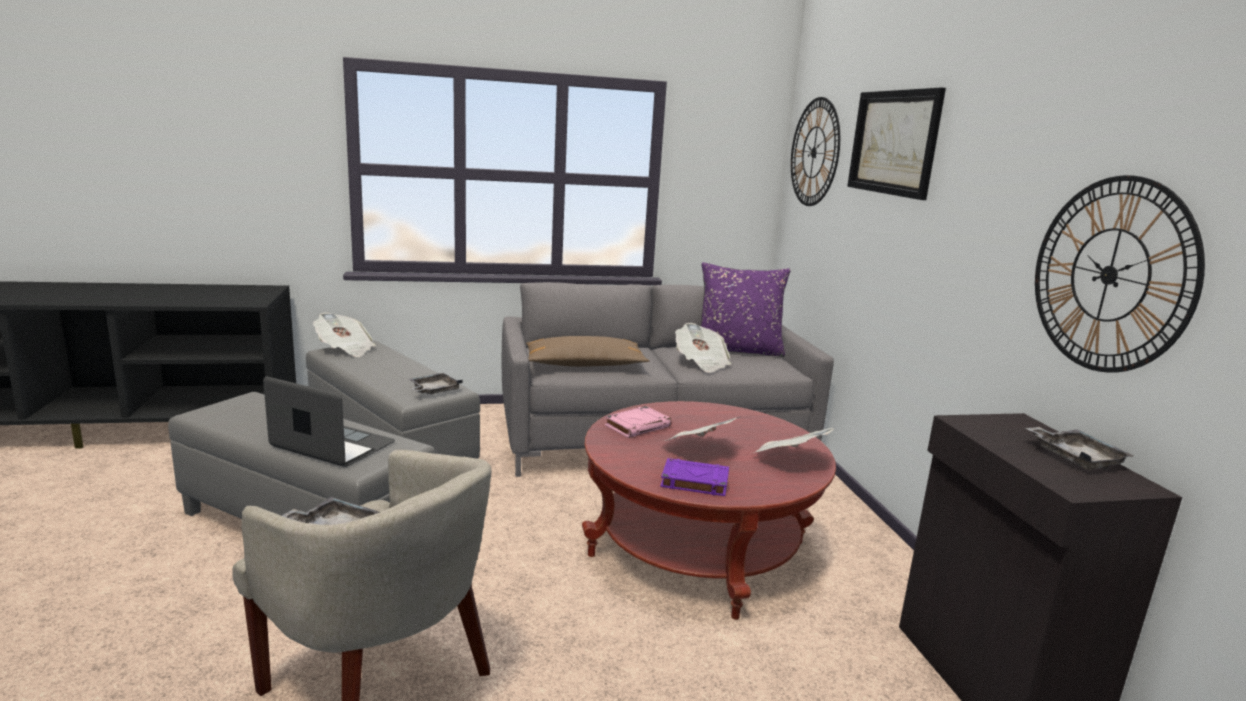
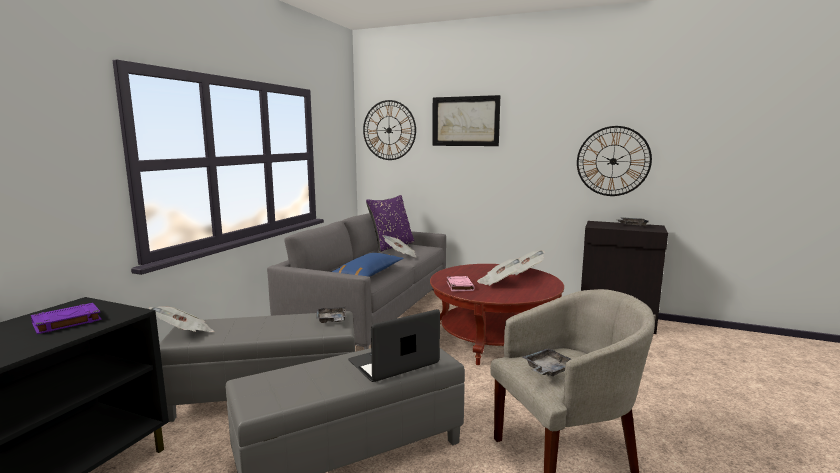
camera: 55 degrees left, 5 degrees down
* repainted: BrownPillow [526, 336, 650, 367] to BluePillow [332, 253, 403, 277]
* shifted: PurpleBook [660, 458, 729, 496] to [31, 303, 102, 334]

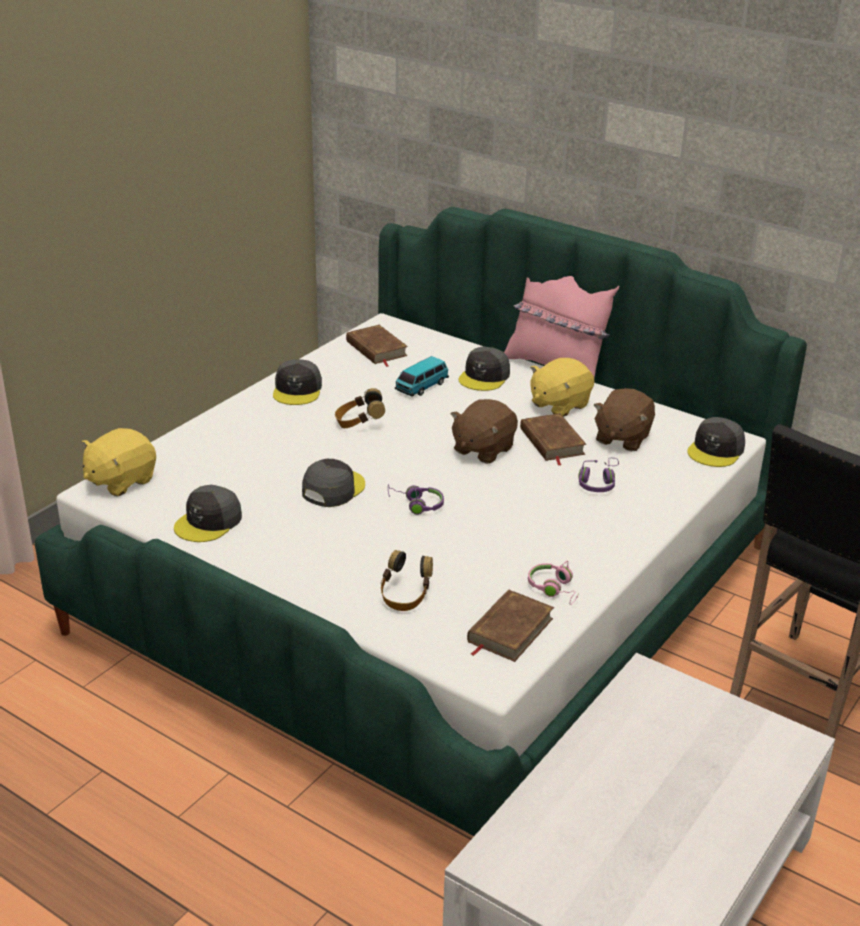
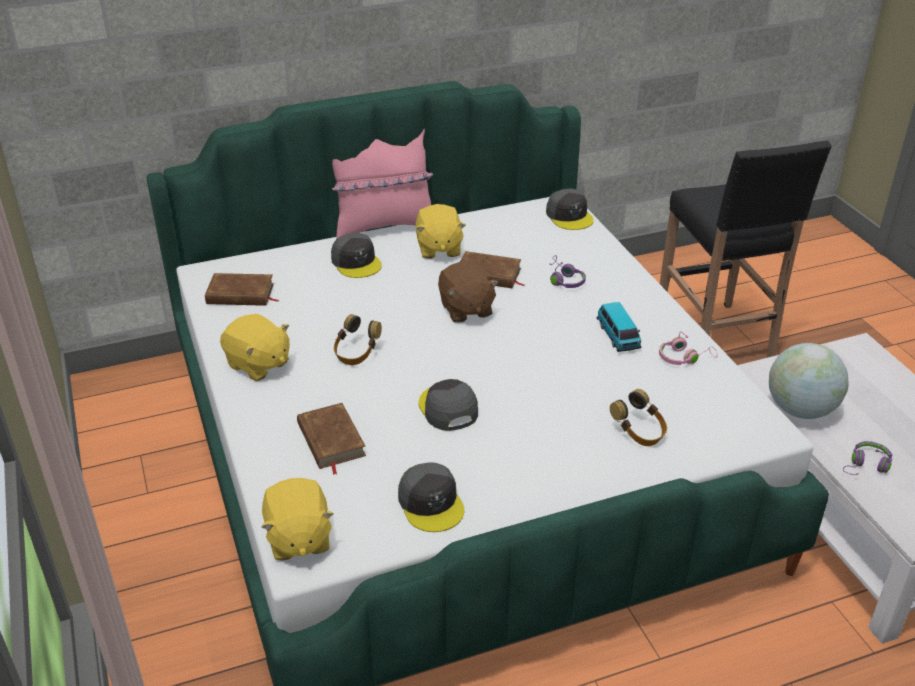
camera: 55 degrees left, 5 degrees up
* swapped: GreyCap [273, 359, 322, 405] to YellowPlushToy [220, 314, 290, 381]
* shifted: PurpleHeadphones [388, 484, 444, 515] to [843, 441, 892, 475]
* shifted: ToyCar [395, 356, 449, 396] to [597, 302, 641, 352]
* shifted: BrownBook [467, 590, 554, 662] to [297, 403, 366, 475]
* gone: BrownPlushToy [593, 388, 655, 451]
* new: Globe [769, 343, 849, 419]

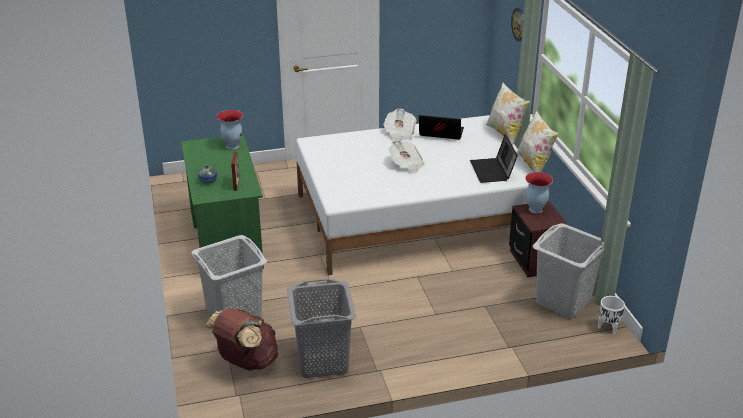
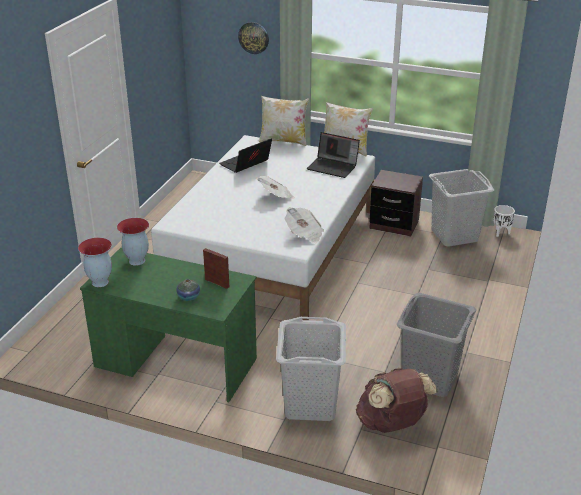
camera: 55 degrees left, 0 degrees up
* shifted: Newspaper [383, 109, 417, 141] to [285, 207, 324, 243]
* shifted: Vase [525, 172, 553, 214] to [78, 237, 112, 287]

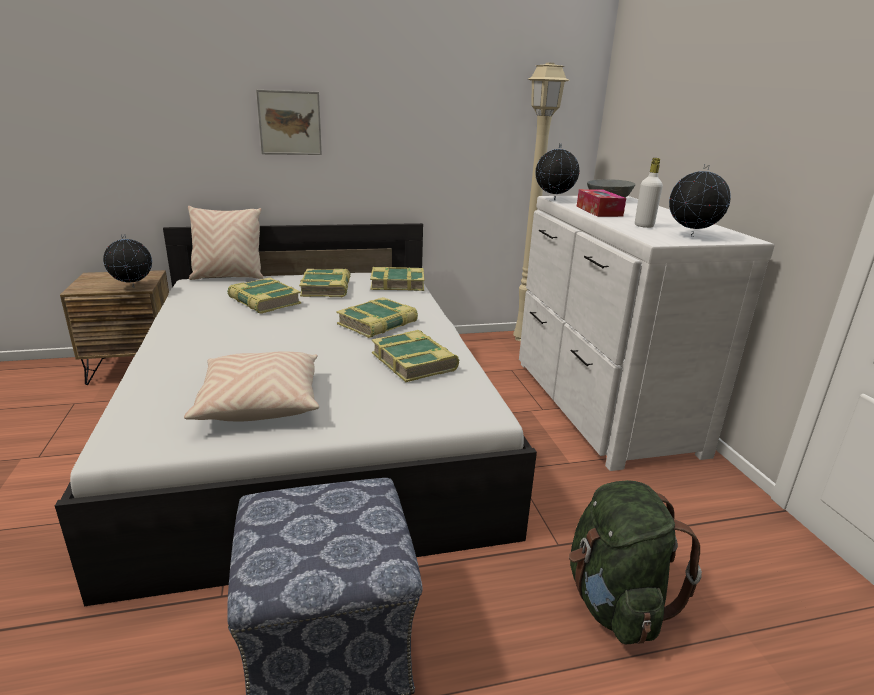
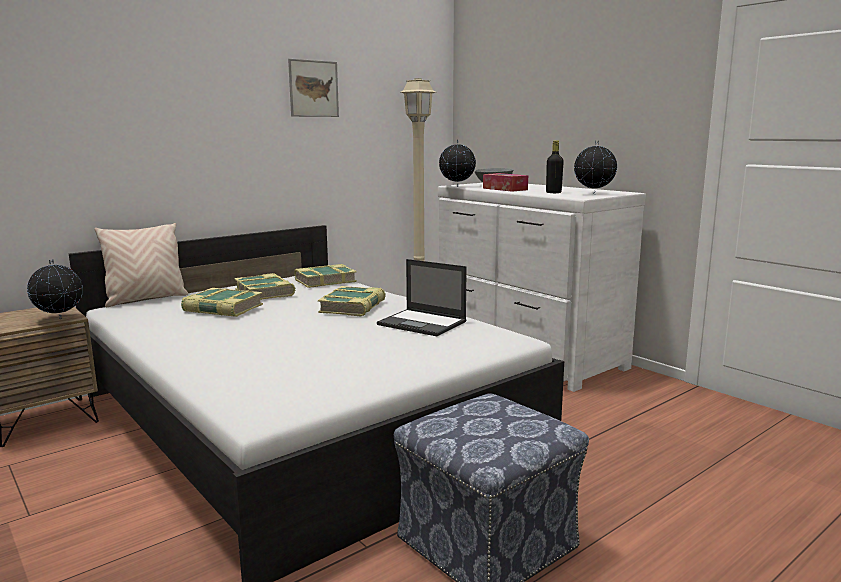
camera: 25 degrees left, 10 degrees down
* gone: BeigePillow [184, 351, 319, 422]
* shifted: Picture [256, 90, 322, 155] to [288, 59, 339, 117]
* swapped: Book [372, 330, 459, 382] to Laptop [377, 259, 467, 336]
* gone: GreenBackpack [569, 480, 702, 644]
* repainted: WhiteBottle [635, 158, 663, 228] to BlackBottle [546, 140, 564, 193]

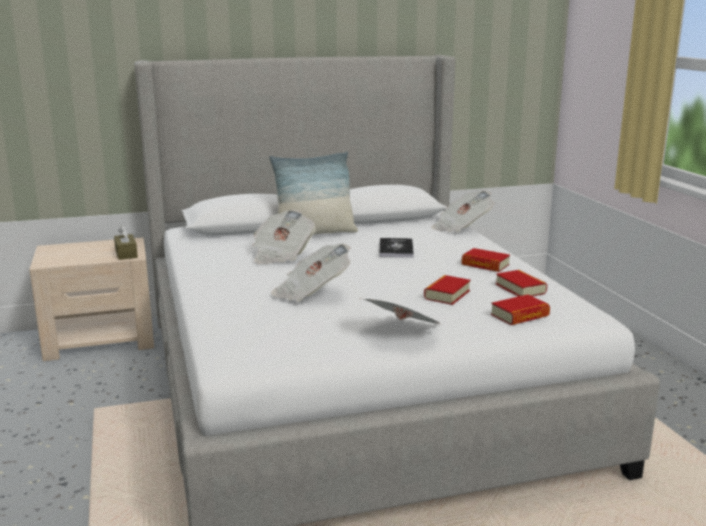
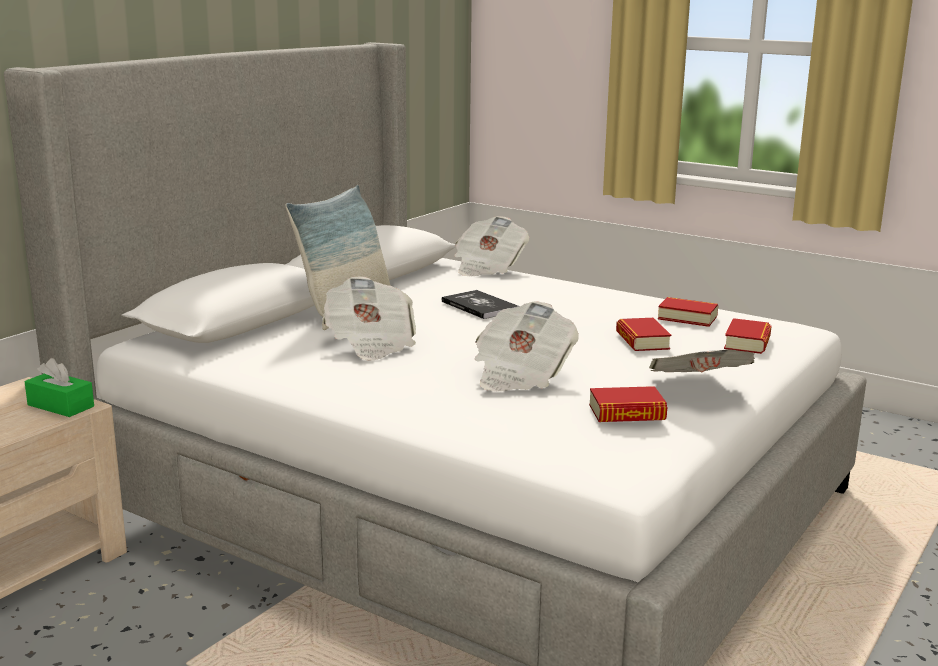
camera: 40 degrees left, 0 degrees up
* repainted: BrownTissueBox [114, 226, 138, 260] to GreenTissueBox [25, 358, 94, 417]
* shifted: Book [462, 248, 510, 272] to [589, 386, 667, 422]

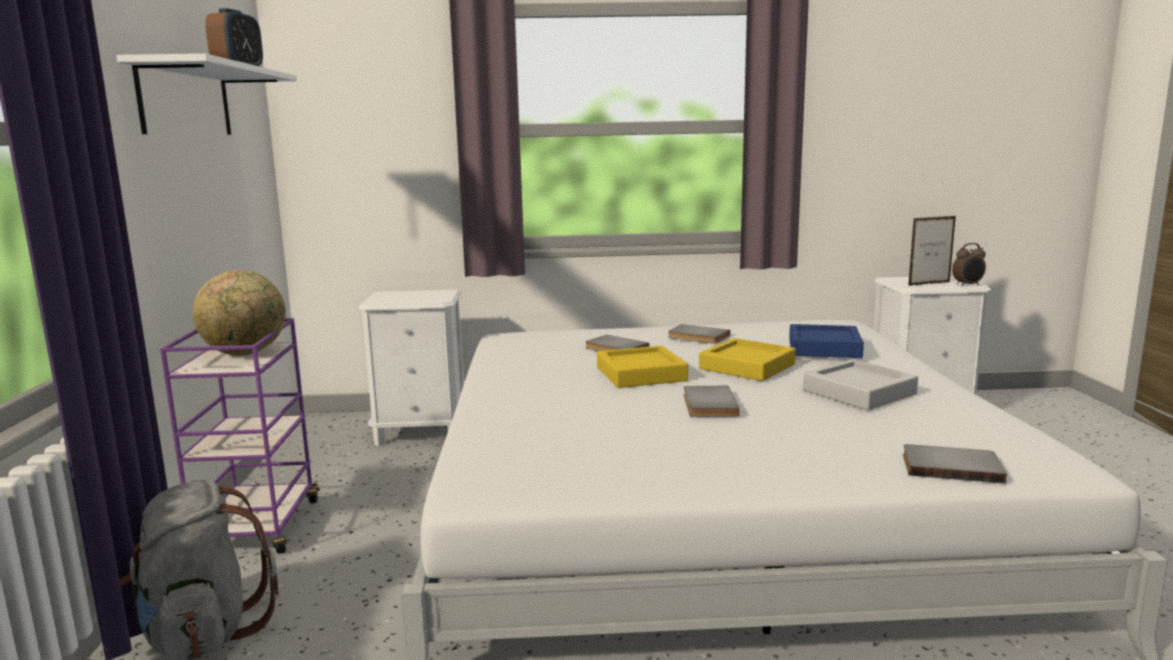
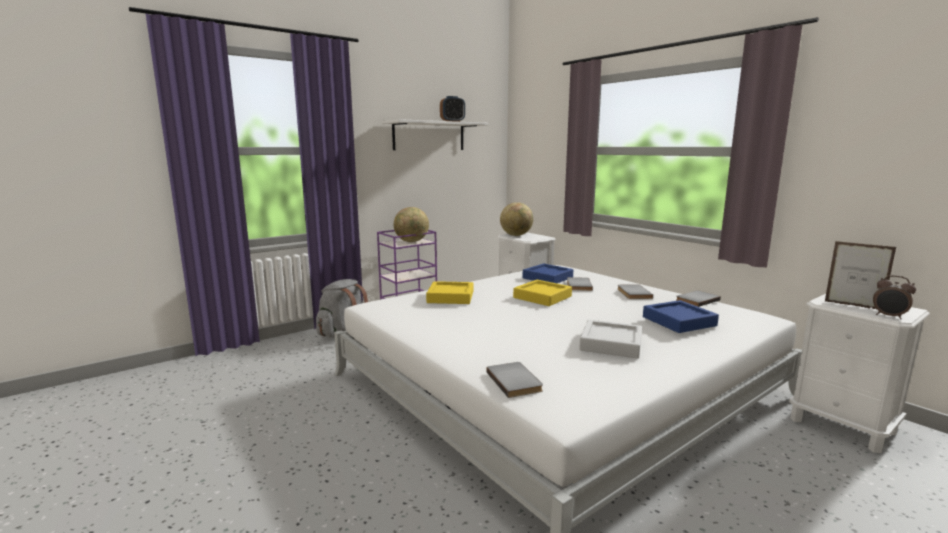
camera: 55 degrees right, 0 degrees up
* shifted: GreyBook [684, 386, 740, 417] to [676, 290, 721, 307]
* shifted: YellowTray [699, 338, 796, 381] to [426, 281, 473, 304]
* new: Globe [500, 202, 533, 236]
* new: BlueTray [523, 264, 573, 283]

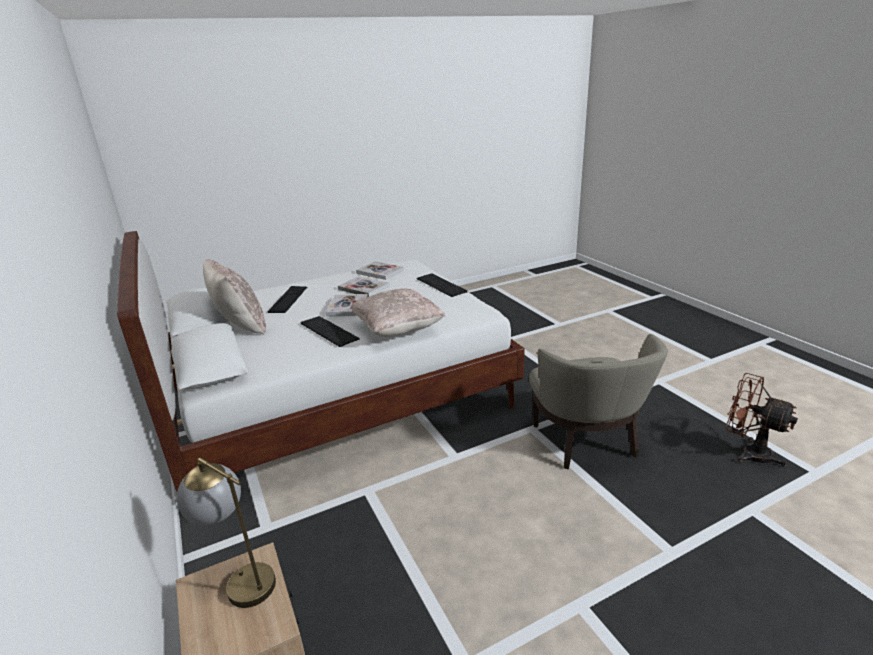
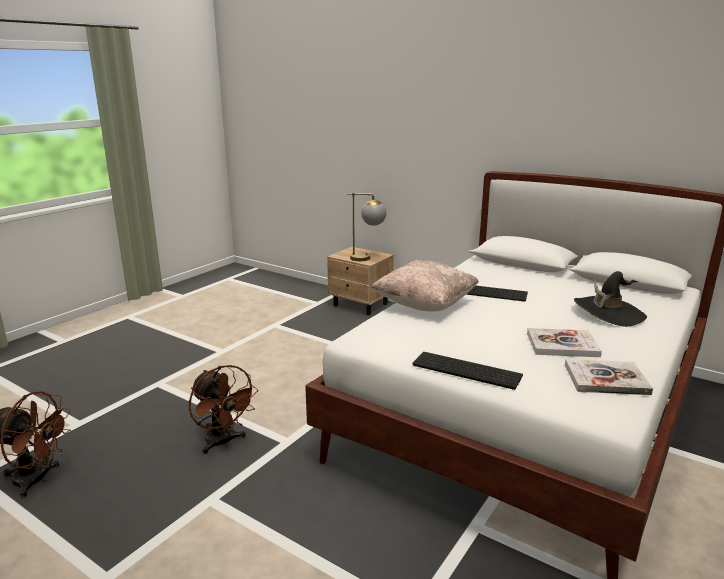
camera: 150 degrees right, 5 degrees down
* gone: BeigePillow [203, 259, 266, 335]
* swapped: Keyboard [267, 286, 307, 313] to BlackHat [574, 271, 647, 327]
* gone: Book [326, 294, 368, 317]
* swapped: BeigeArmchair [529, 334, 668, 469] to BrownFan [189, 365, 258, 454]

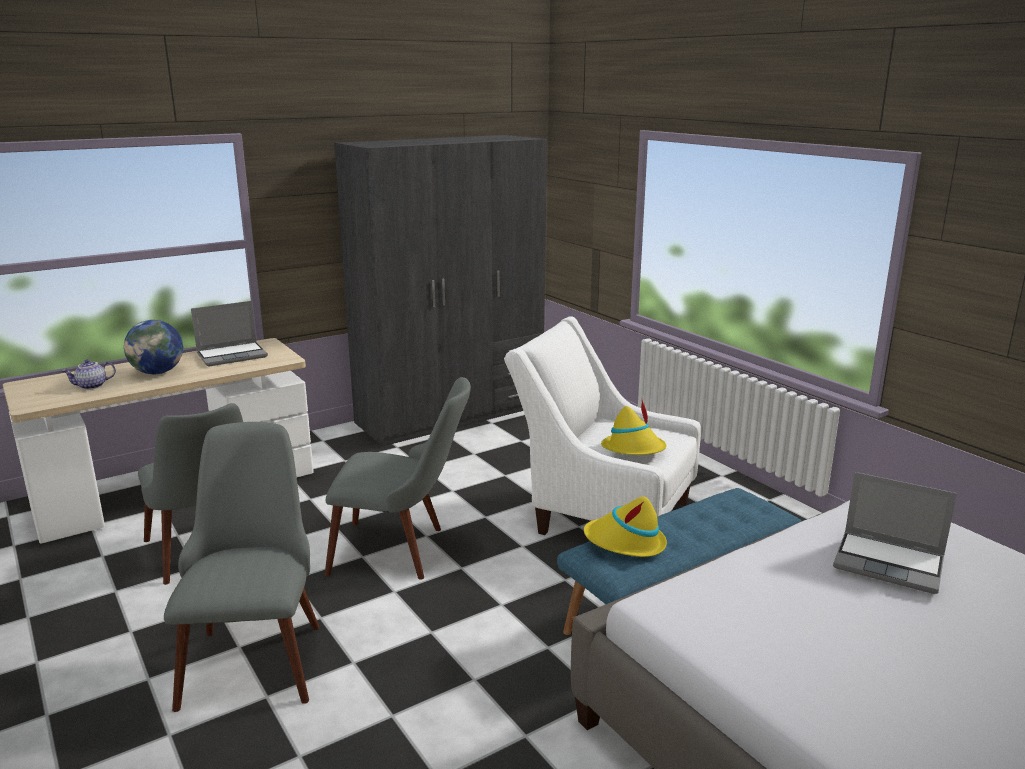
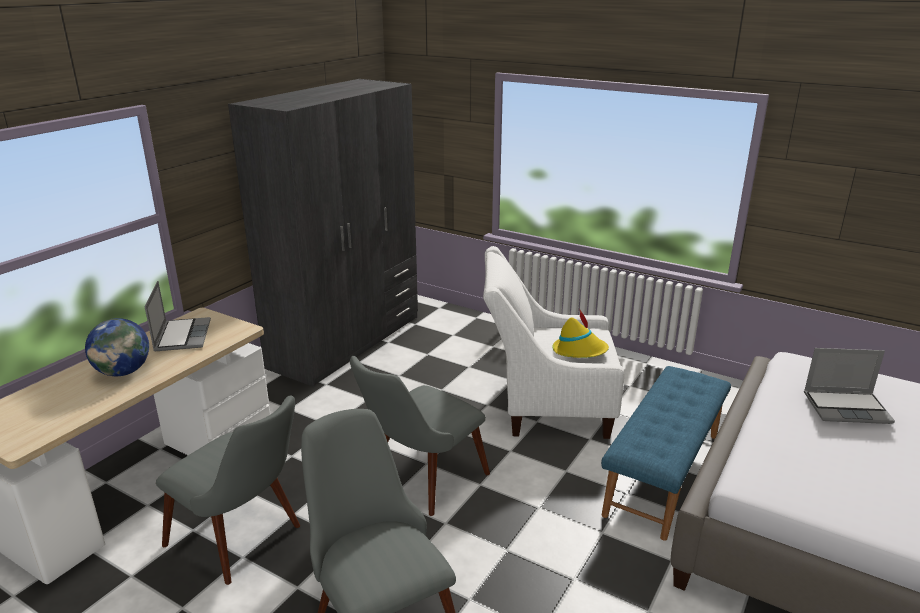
camera: 25 degrees left, 5 degrees up
* gone: Teapot [62, 359, 116, 390]
* rotated: Laptop [191, 301, 268, 367] = [145, 281, 211, 351] 45 degrees counterclockwise
* rotated: GreyChair [325, 377, 471, 579] = [350, 356, 490, 516] 150 degrees clockwise
* gone: YellowHat [584, 496, 667, 557]

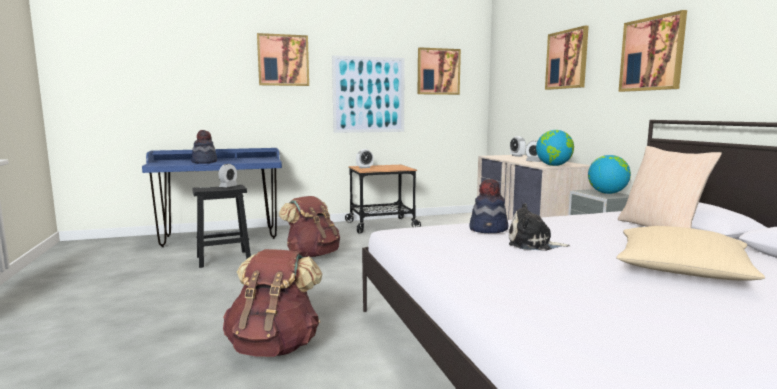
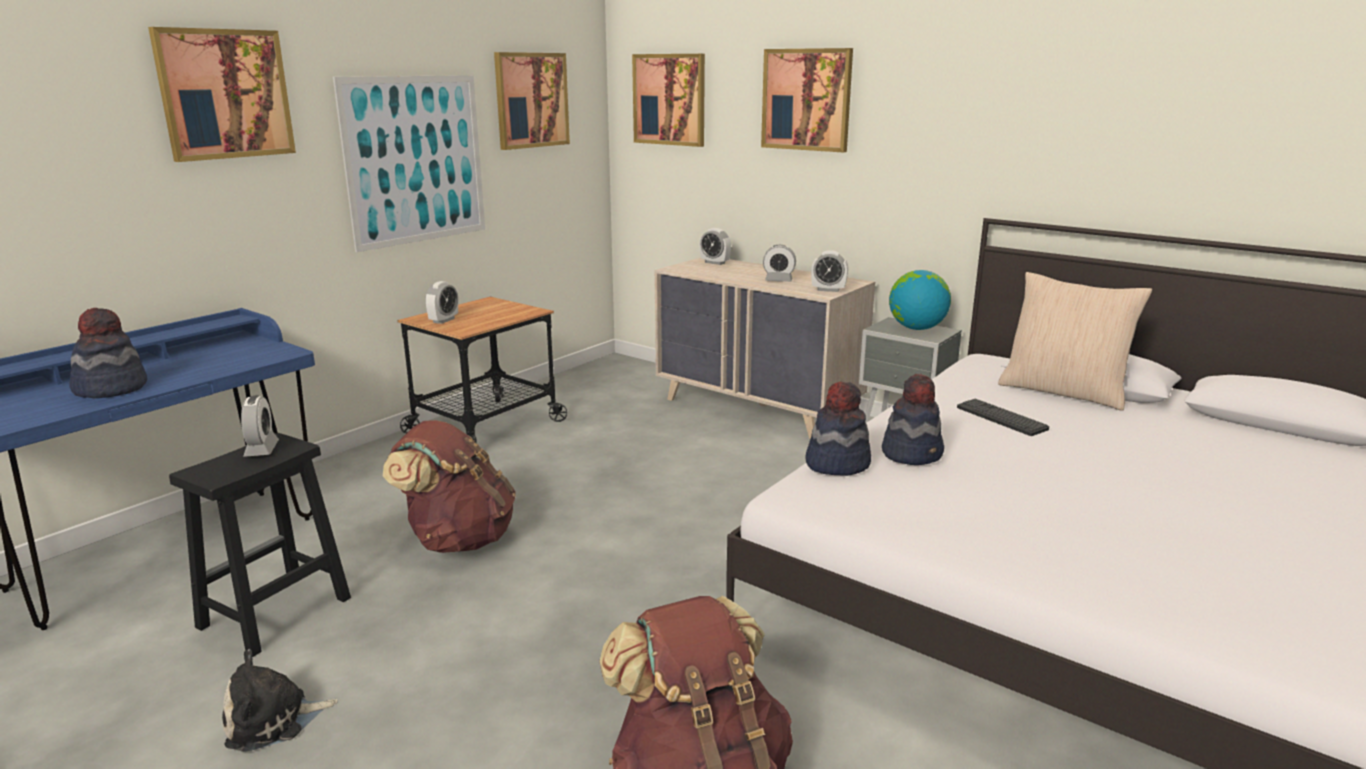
camera: 35 degrees left, 10 degrees up
* shifted: PlushToy [509, 203, 570, 251] to [222, 649, 338, 752]
* swapped: Globe [536, 130, 574, 166] to AlarmClock [811, 250, 848, 292]
* gone: BeigePillow [616, 226, 765, 281]
* shifted: Picture [619, 10, 687, 92] to [632, 54, 705, 147]
* new: Hat [805, 382, 871, 476]
* new: Keyboard [957, 399, 1049, 436]

